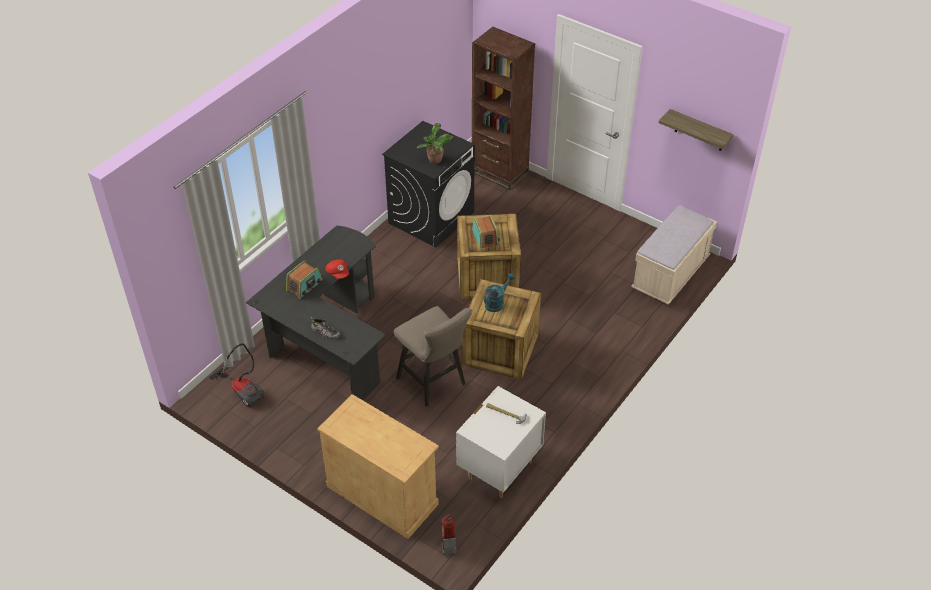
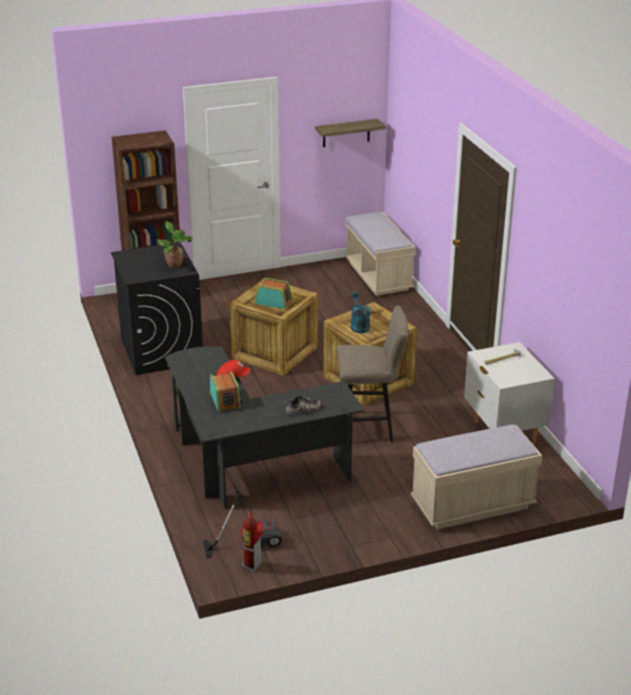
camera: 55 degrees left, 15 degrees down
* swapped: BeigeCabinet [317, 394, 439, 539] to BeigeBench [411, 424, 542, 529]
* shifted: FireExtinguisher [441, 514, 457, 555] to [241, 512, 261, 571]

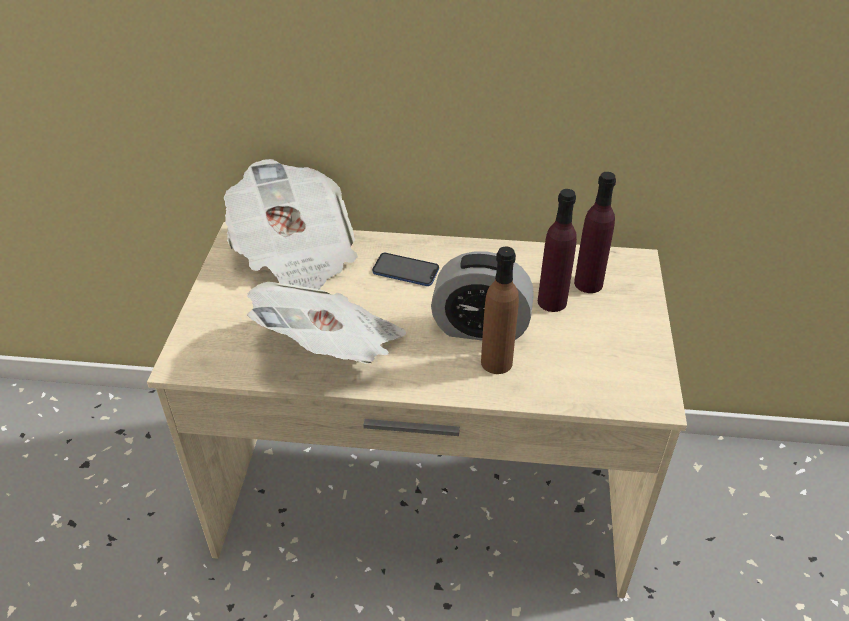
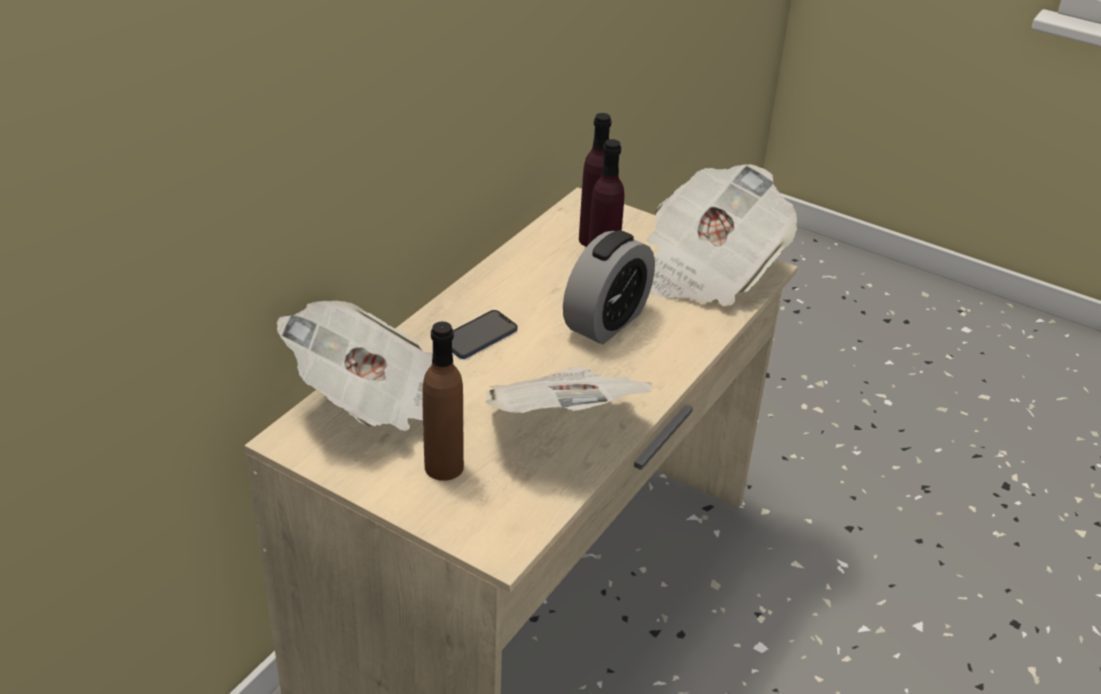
camera: 65 degrees left, 5 degrees down
* shifted: BrownBottle [481, 247, 519, 374] to [422, 322, 464, 481]
* new: Newspaper [647, 164, 797, 306]

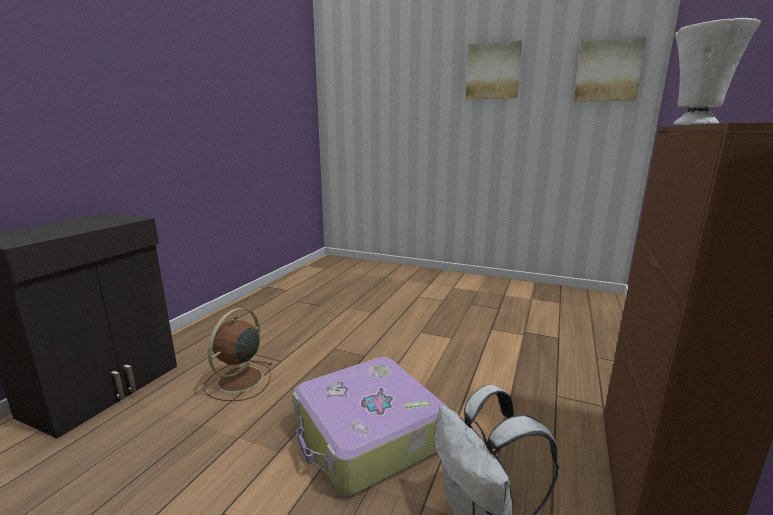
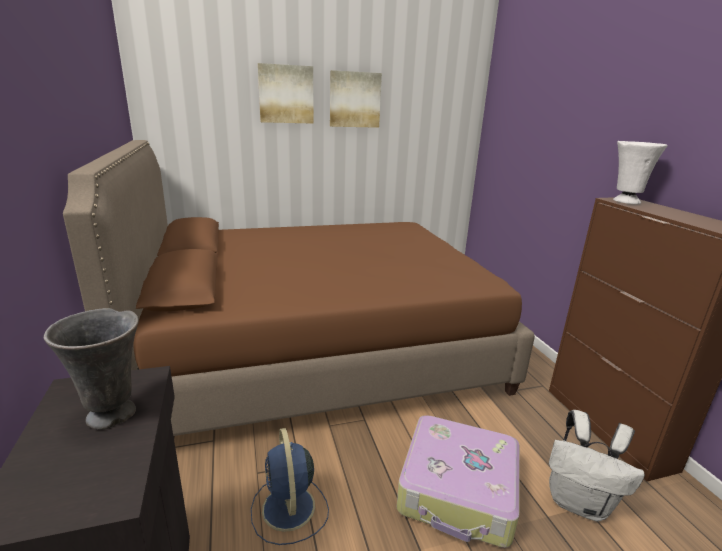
camera: 40 degrees left, 5 degrees up
* repainted: BrownFan [203, 308, 272, 401] to BlueFan [251, 428, 329, 545]
* shifted: Picture [574, 36, 647, 102] to [258, 63, 314, 124]
* new: GreyVase [43, 308, 139, 430]
* new: BrownBed [63, 140, 535, 436]

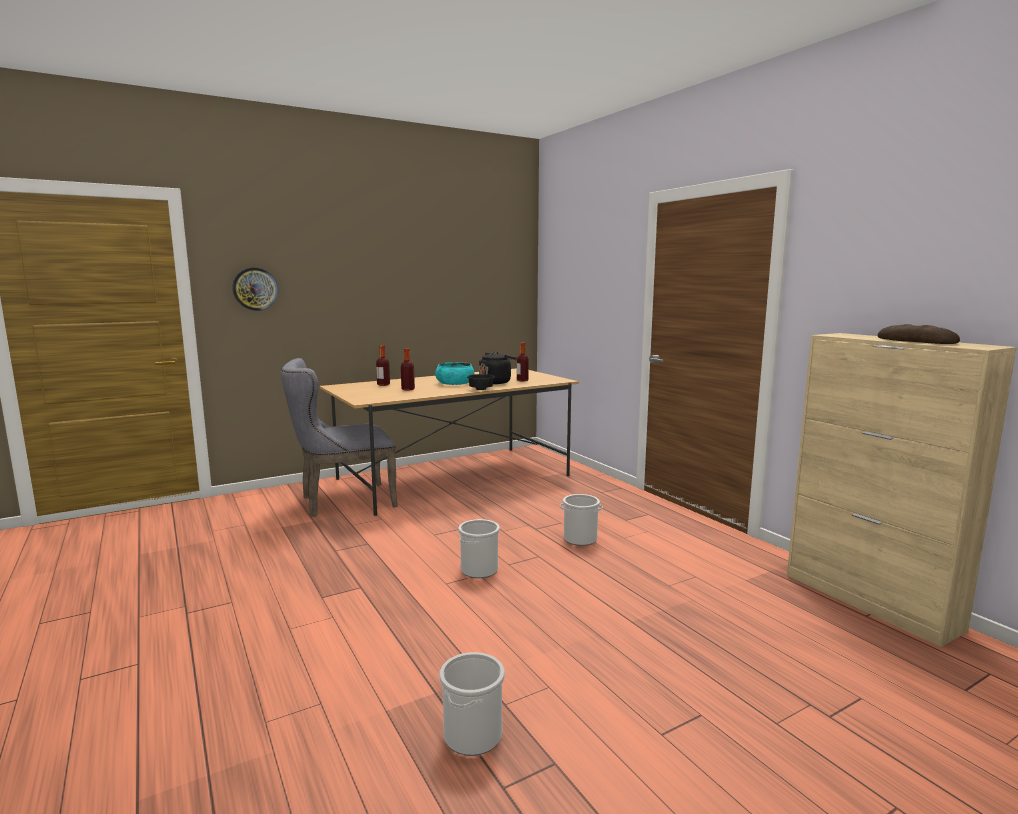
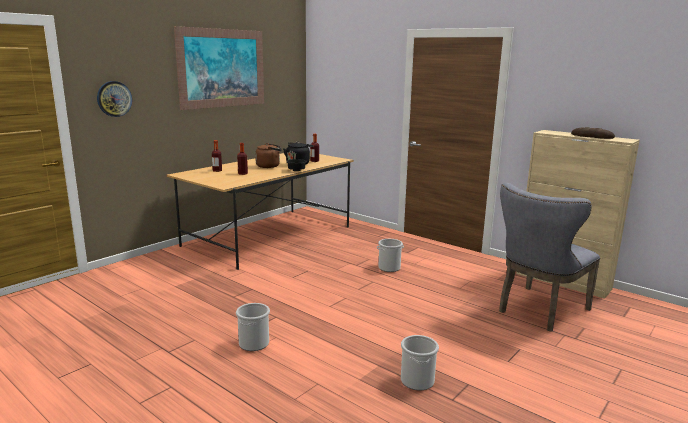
camera: 20 degrees left, 5 degrees up
* shifted: GreyChair [281, 358, 398, 517] to [499, 183, 600, 332]
* swapped: TurquoiseBowl [435, 362, 474, 385] to BrownKettle [255, 143, 282, 168]
* shifted: Bucket [458, 519, 500, 578] to [236, 303, 270, 351]
* new: Picture [174, 26, 264, 110]

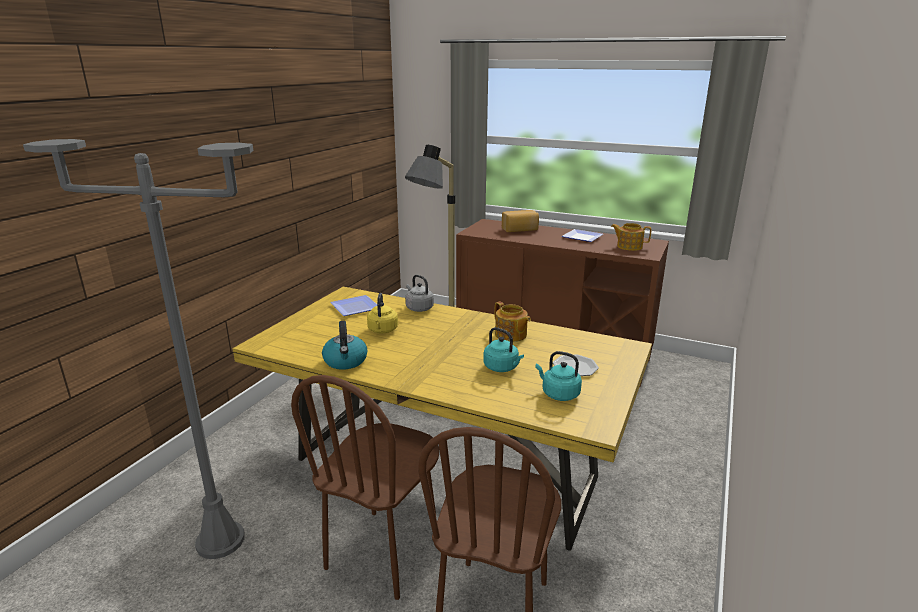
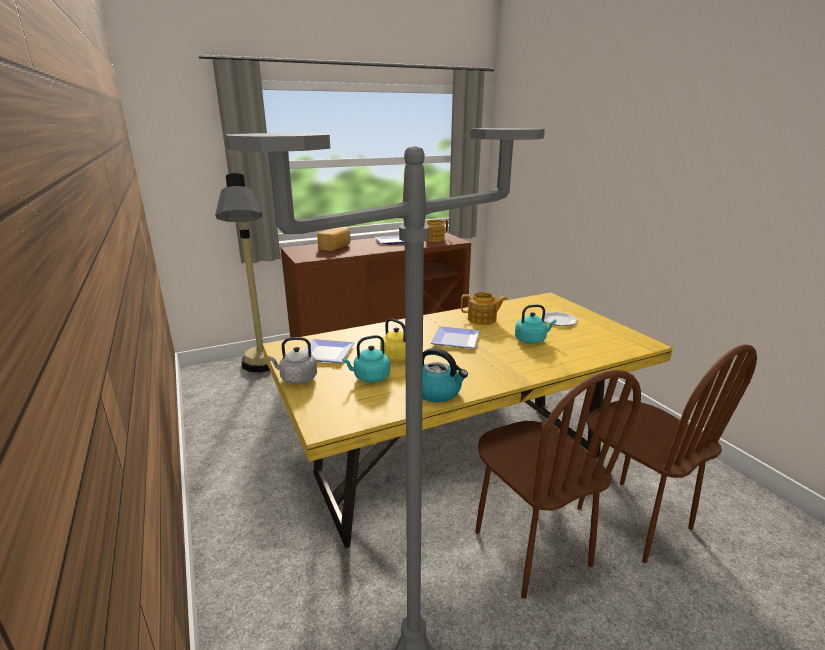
camera: 50 degrees left, 0 degrees up
* shifted: GreyKettle [405, 275, 434, 312] to [268, 337, 317, 384]
* shifted: TurquoiseKettle [536, 351, 582, 401] to [342, 335, 390, 383]
* new: Plate [431, 326, 480, 348]

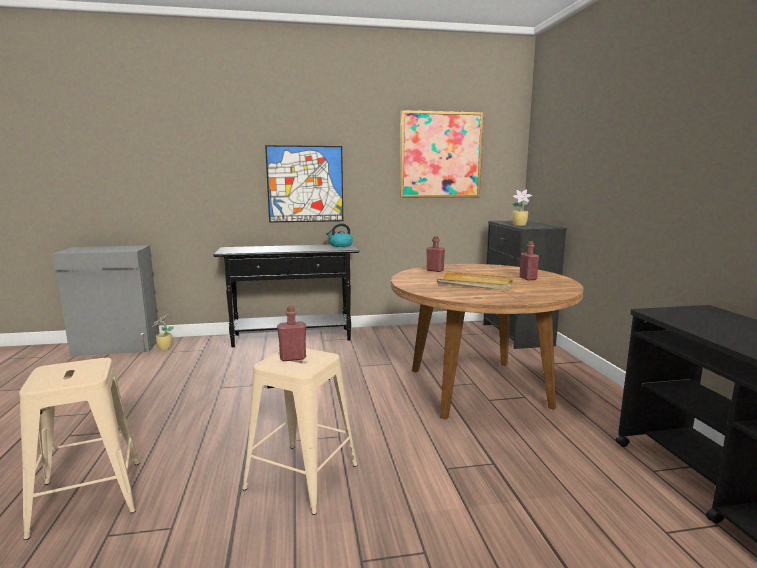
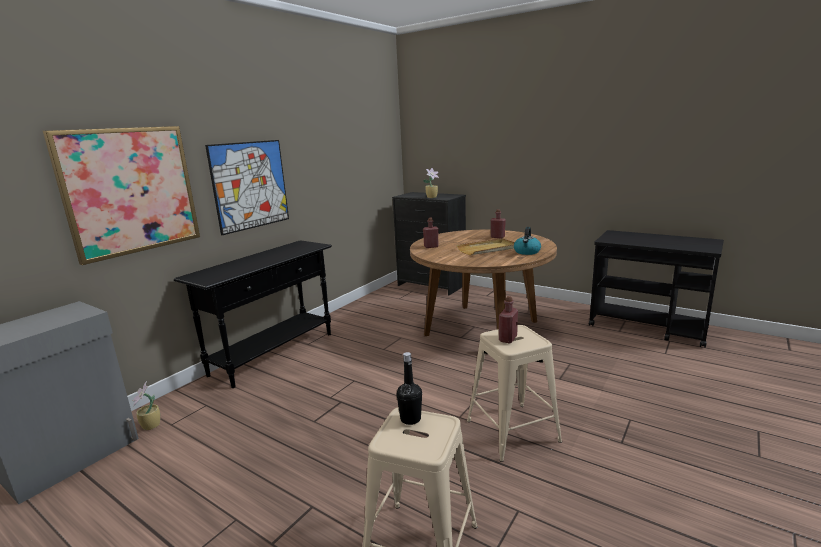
camera: 45 degrees left, 5 degrees up
* shifted: Kettle [326, 223, 353, 247] to [514, 227, 541, 255]
* shifted: Picture [400, 110, 484, 198] to [43, 126, 200, 265]
* new: BlackBottle [397, 352, 422, 425]

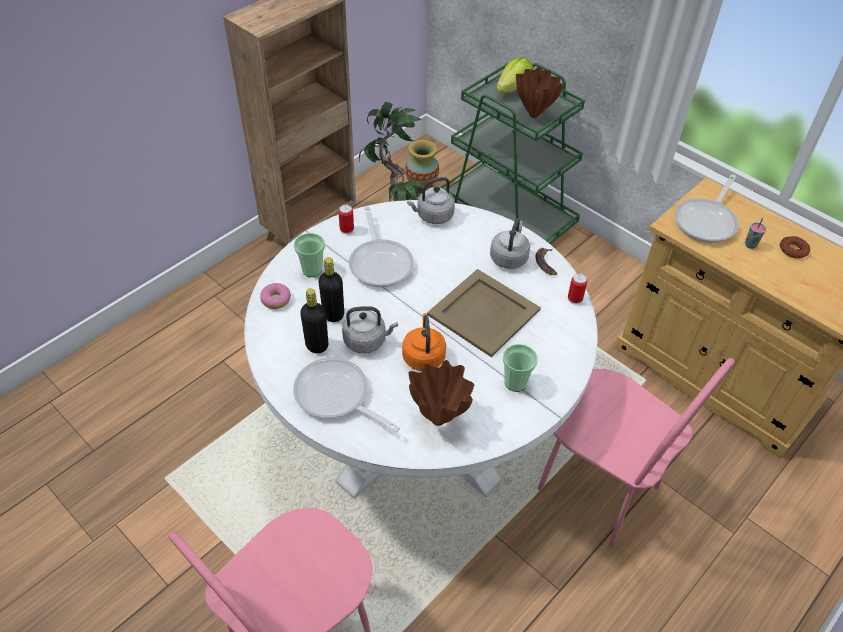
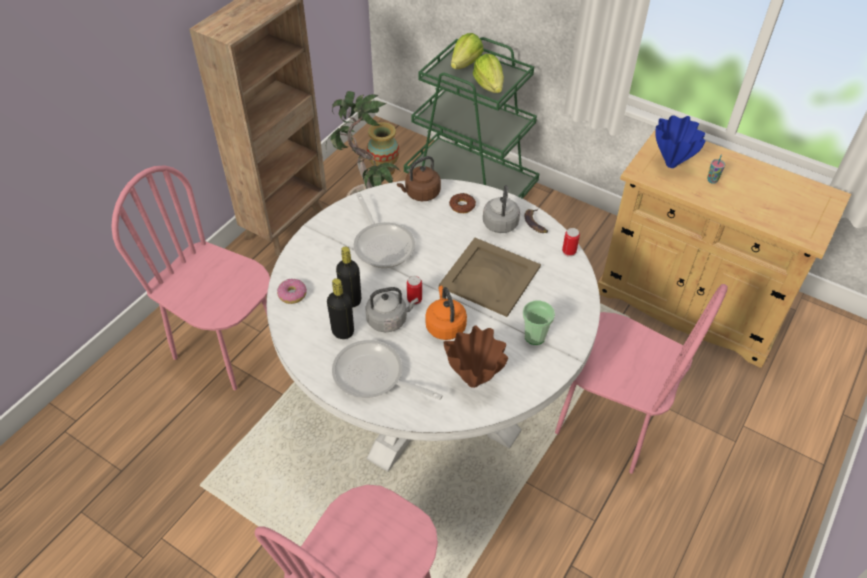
camera: 10 degrees left, 0 degrees up
* gone: Cup [294, 233, 325, 277]
* shifted: Can [338, 204, 354, 234] to [407, 276, 422, 305]
* repainted: GreyKettle [407, 177, 455, 224] to BrownKettle [397, 156, 441, 201]
* swapped: BrownVase [516, 67, 564, 118] to Lettuce [473, 54, 504, 93]
* swapped: FryingPan [675, 174, 739, 243] to BlueVase [655, 115, 705, 168]
* shifted: Donut [780, 236, 810, 259] to [449, 193, 476, 213]
* new: PinkChair [111, 165, 270, 390]

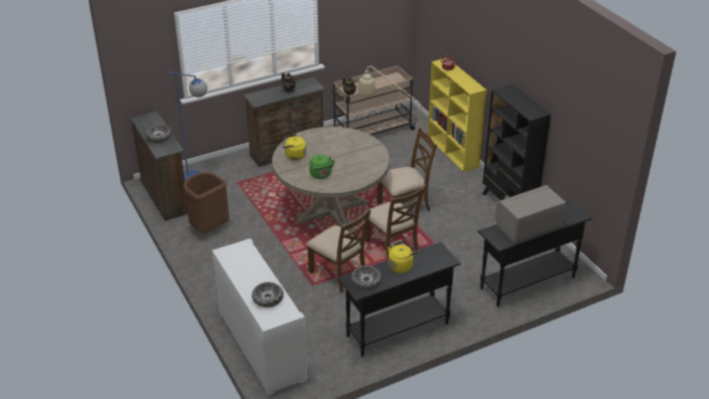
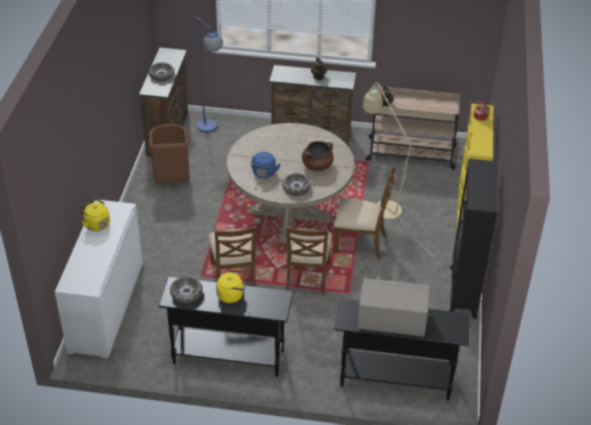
camera: 35 degrees right, 5 degrees up
* shifted: Bowl [252, 282, 284, 307] to [282, 173, 311, 196]
* shifted: YellowKettle [282, 135, 306, 160] to [78, 198, 110, 231]
* repainted: GreenKettle [309, 155, 335, 179] to BlueKettle [250, 152, 281, 178]
* new: BrownCookingPot [302, 141, 334, 171]

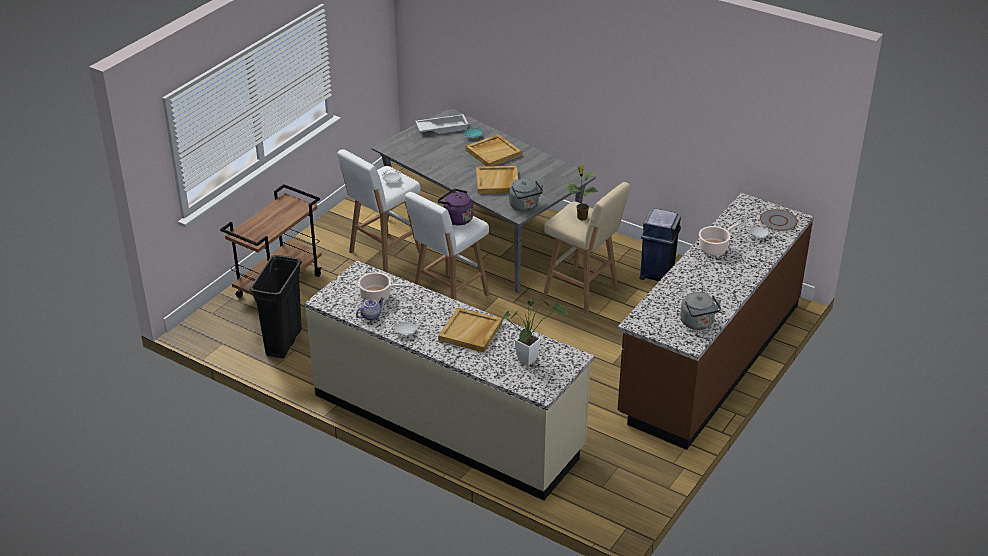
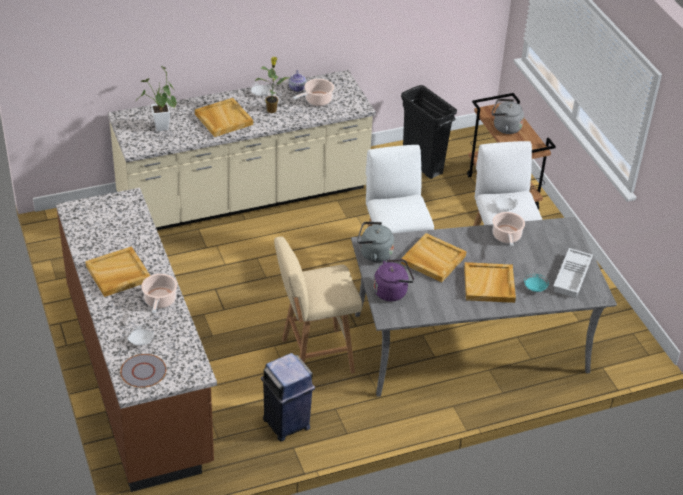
camera: 125 degrees right, 5 degrees up
* shifted: PurpleKettle [437, 189, 473, 225] to [374, 259, 414, 301]
* shifted: PottedPlant [565, 166, 599, 221] to [255, 57, 289, 113]
* shifted: GreyKettle [680, 292, 721, 330] to [492, 99, 524, 134]
* new: BeigeTray [85, 246, 151, 297]
* new: CookingPot [493, 212, 525, 246]

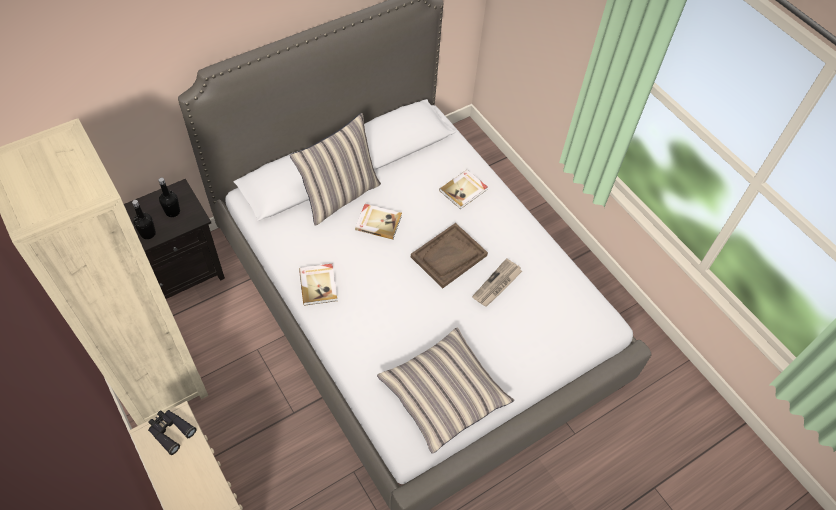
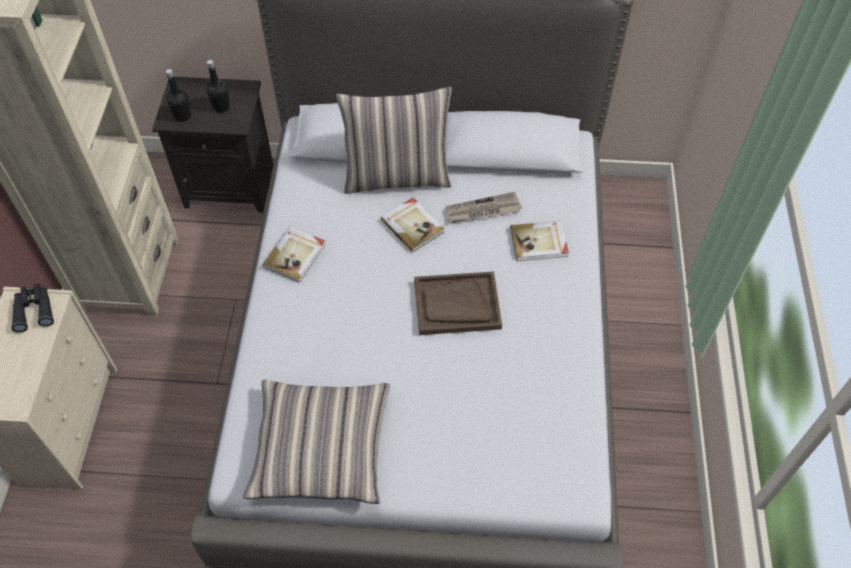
camera: 40 degrees right, 0 degrees up
* shifted: Newspaper [472, 258, 522, 307] to [446, 192, 522, 223]

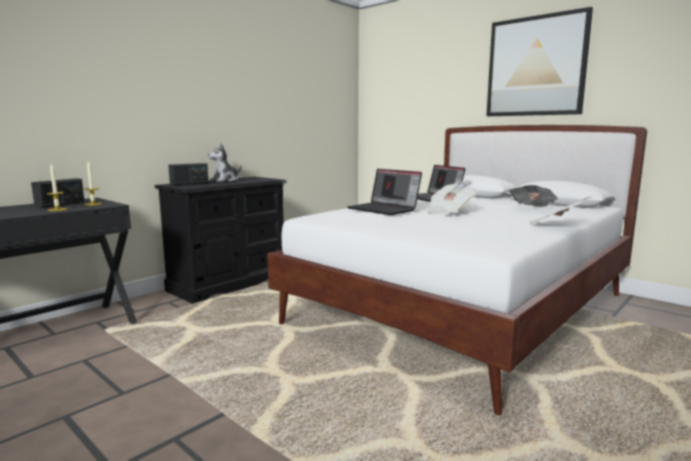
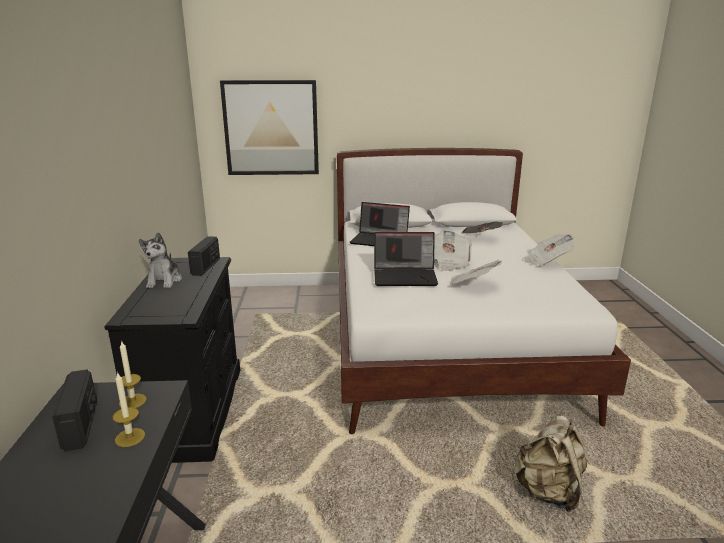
camera: 45 degrees left, 10 degrees up
* shifted: Radio [168, 163, 209, 186] to [188, 236, 220, 276]
* shifted: Picture [486, 7, 593, 116] to [220, 80, 319, 175]
* new: Newspaper [450, 260, 502, 285]
* new: BeigeBackpack [513, 416, 587, 513]

